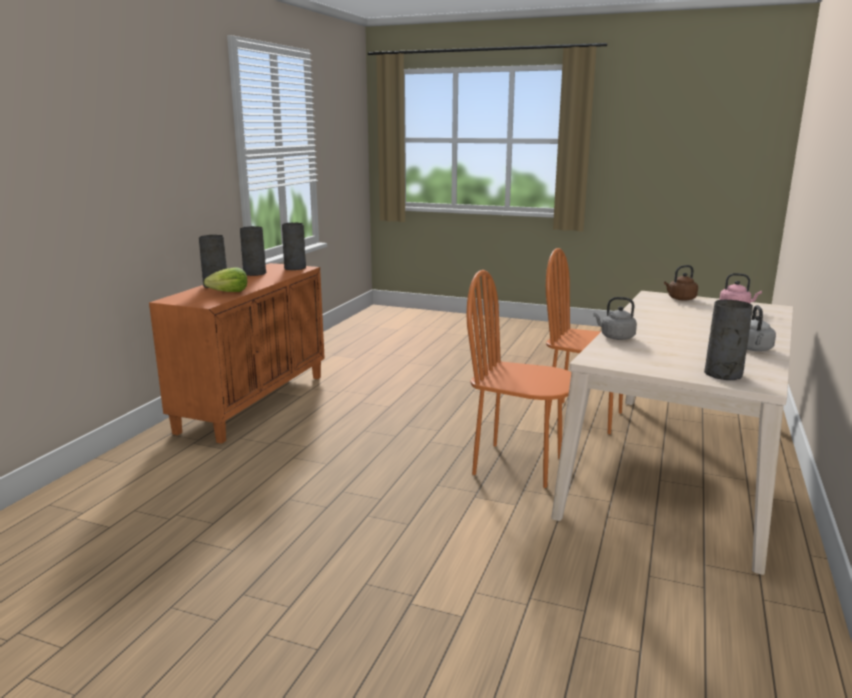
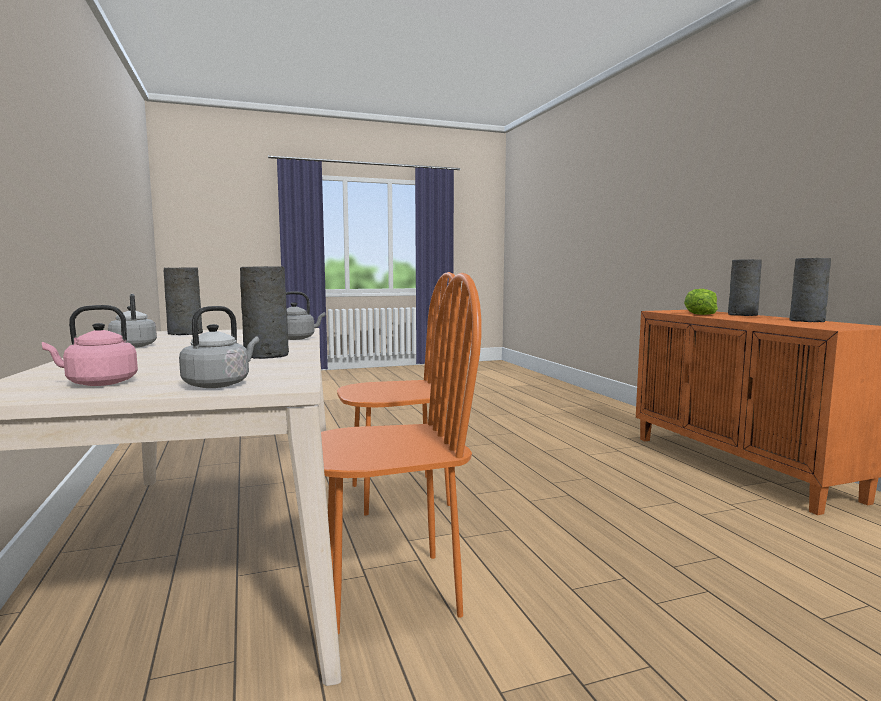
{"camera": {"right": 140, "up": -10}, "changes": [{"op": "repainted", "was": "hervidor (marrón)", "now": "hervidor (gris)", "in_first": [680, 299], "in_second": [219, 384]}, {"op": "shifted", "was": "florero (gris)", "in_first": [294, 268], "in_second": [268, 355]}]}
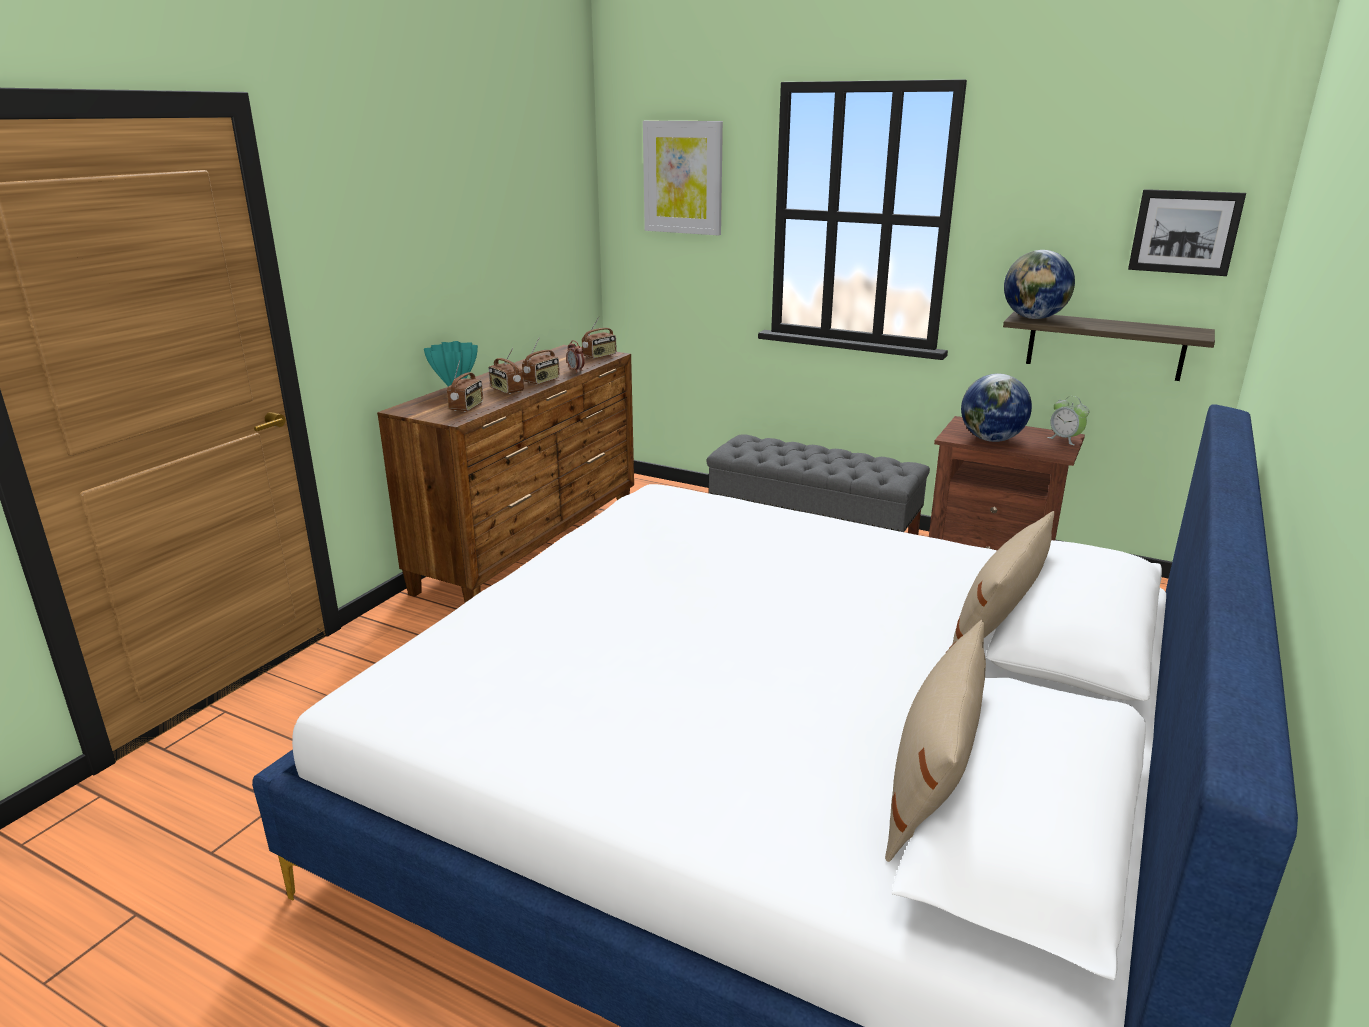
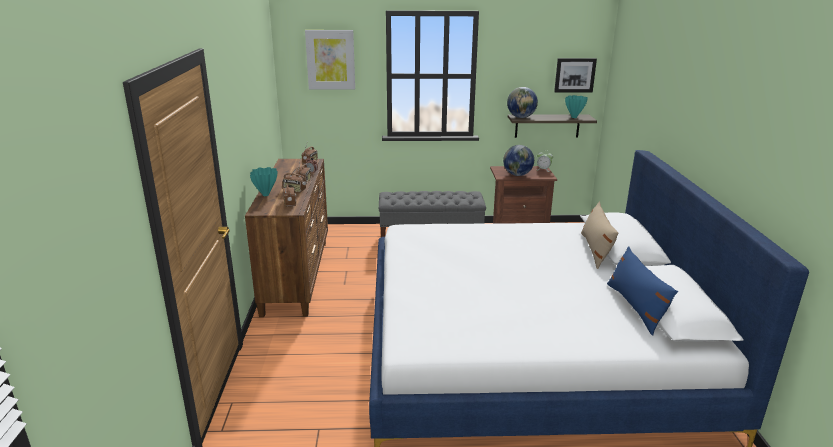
{"camera": {"right": -30, "up": 0}, "changes": [{"op": "new", "now": "florero (turquesa)", "in_second": [574, 117]}, {"op": "repainted", "was": "cojín (beis)", "now": "cojín (azul)", "in_first": [933, 778], "in_second": [636, 307]}]}
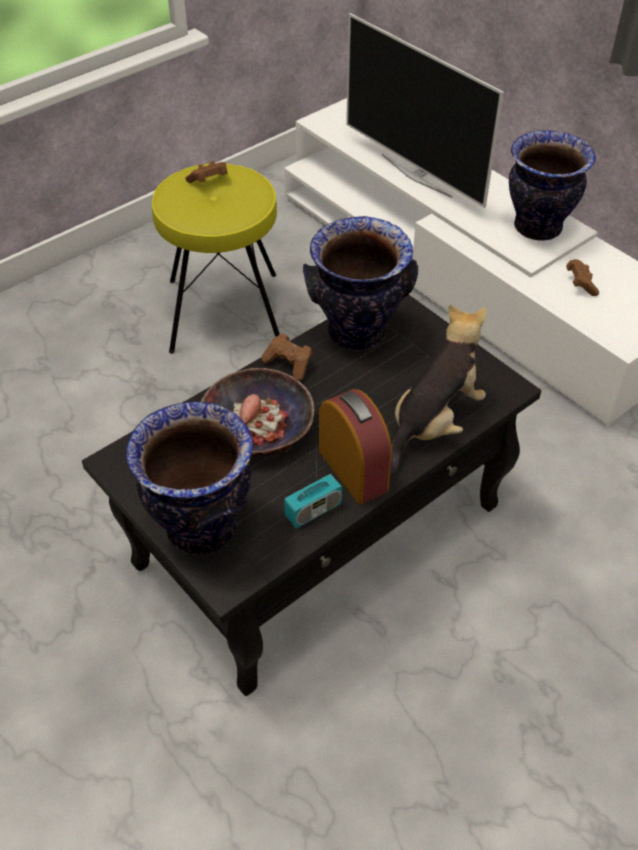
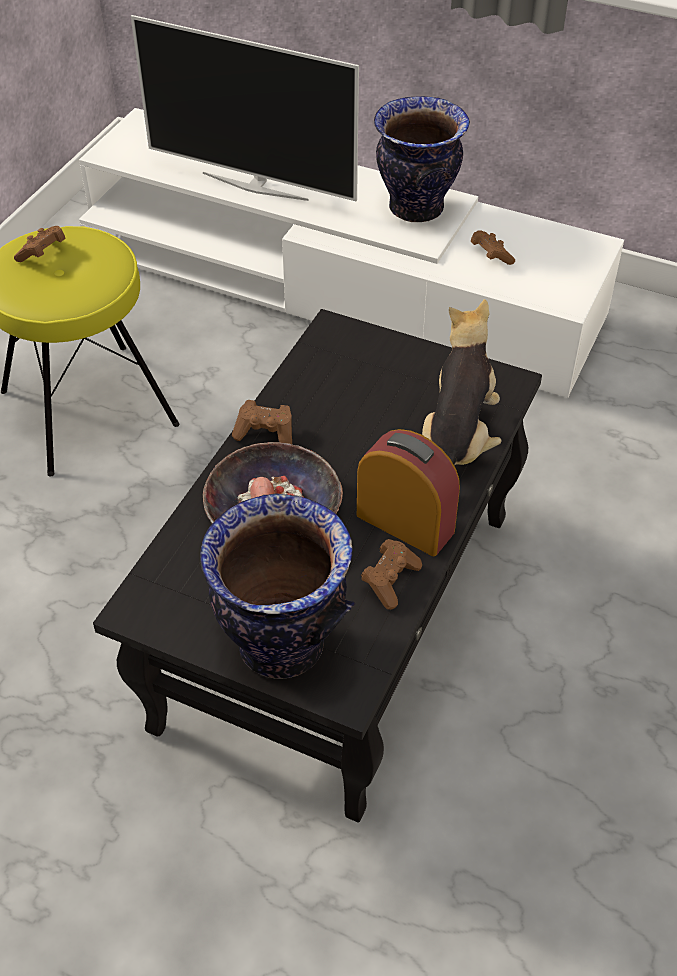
{"camera": {"right": -25, "up": 0}, "changes": [{"op": "swapped", "was": "radio", "now": "mando de consola (marrón)", "in_first": [313, 510], "in_second": [390, 581]}, {"op": "gone", "was": "florero", "in_first": [357, 333]}]}
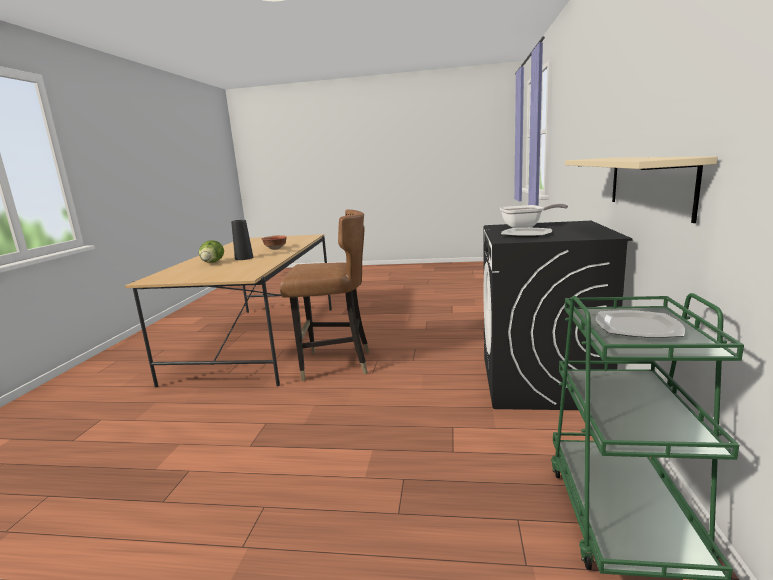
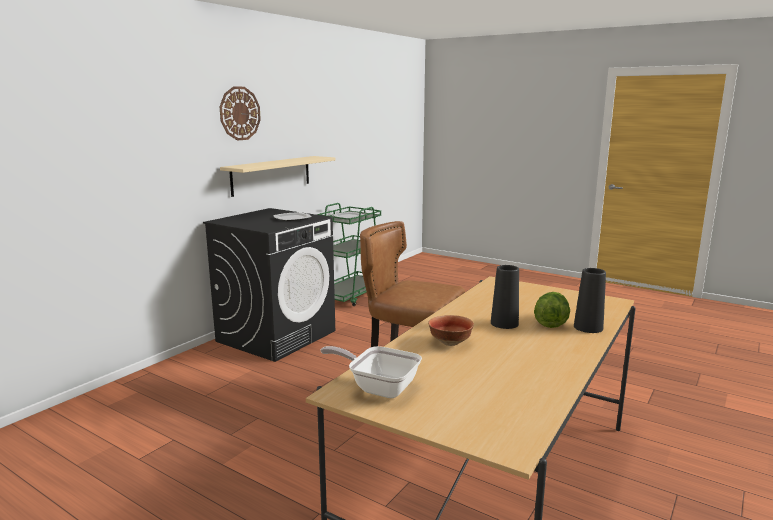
{"camera": {"right": -155, "up": 0}, "changes": [{"op": "new", "now": "reloj de pared", "in_second": [239, 113]}, {"op": "shifted", "was": "sartén", "in_first": [525, 226], "in_second": [378, 387]}, {"op": "new", "now": "florero (negro)", "in_second": [588, 327]}]}
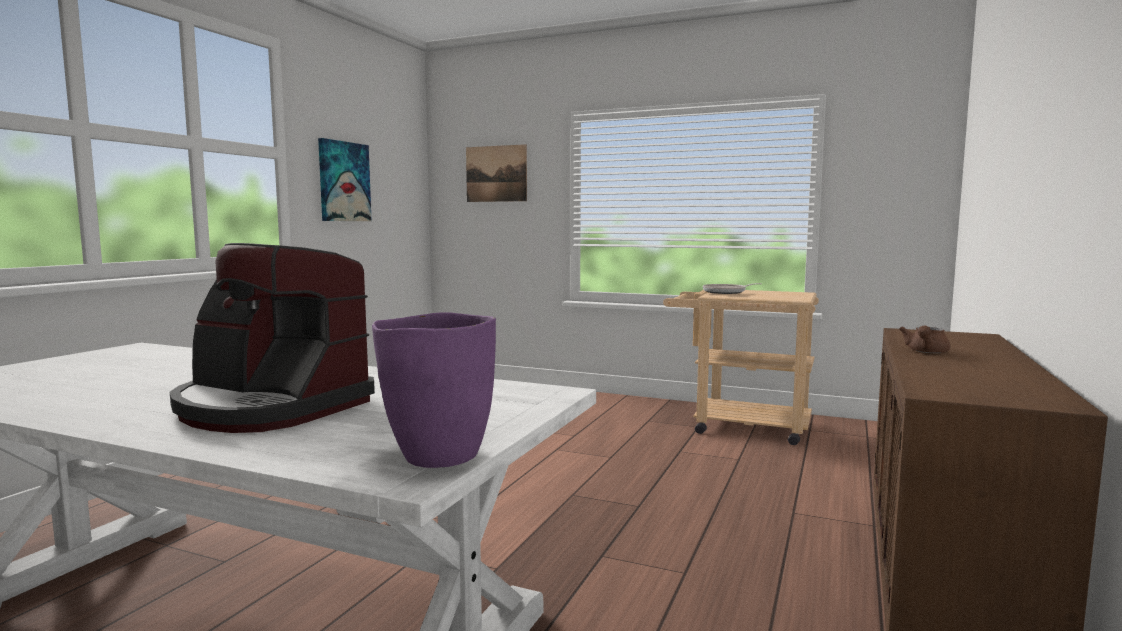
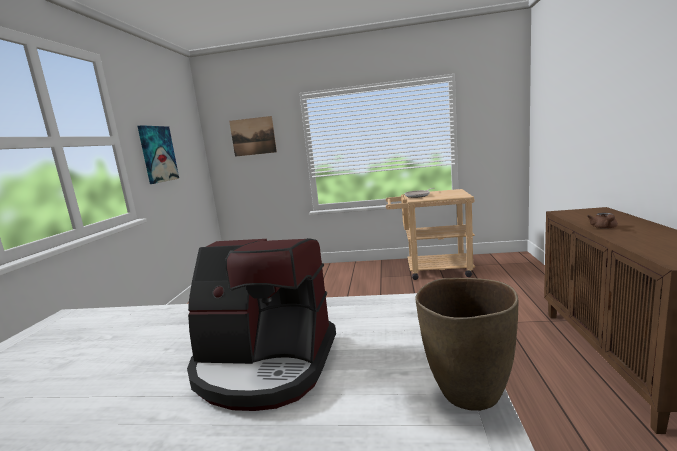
{"camera": {"right": -15, "up": 5}, "changes": [{"op": "repainted", "was": "florero (morado)", "now": "florero (marrón)", "in_first": [438, 456], "in_second": [468, 393]}]}
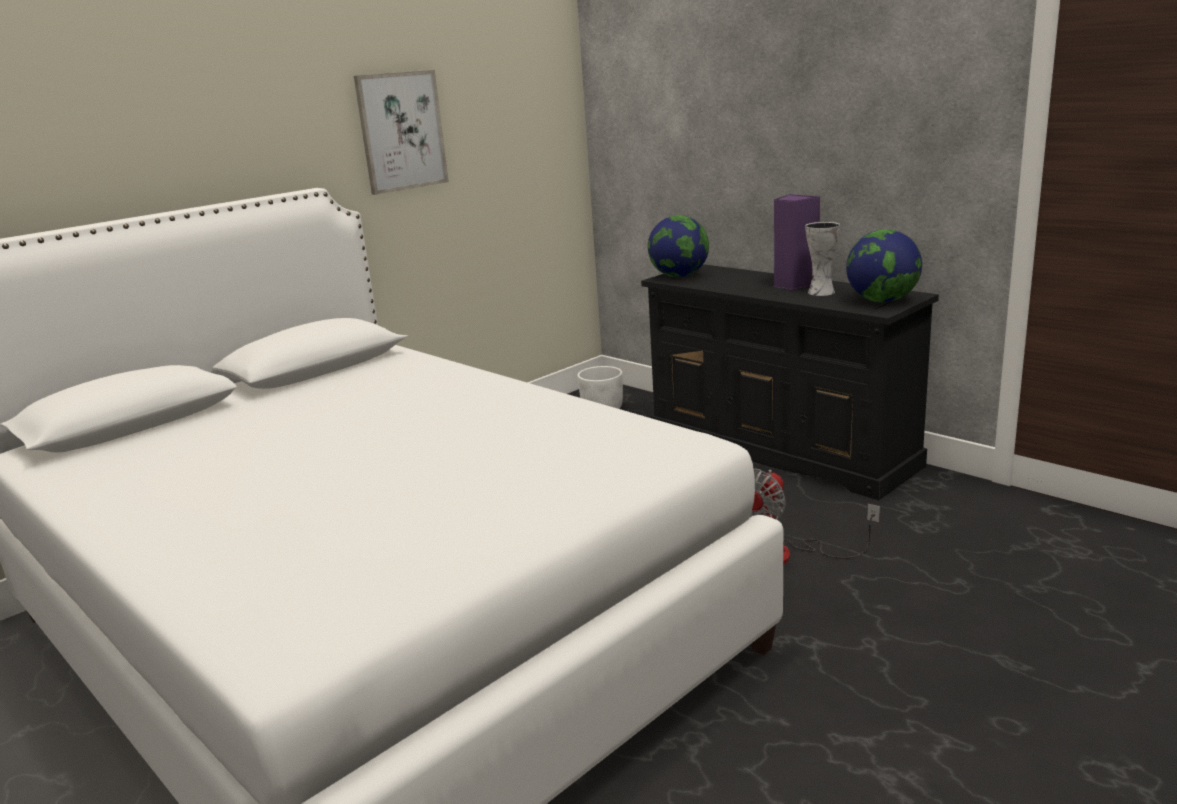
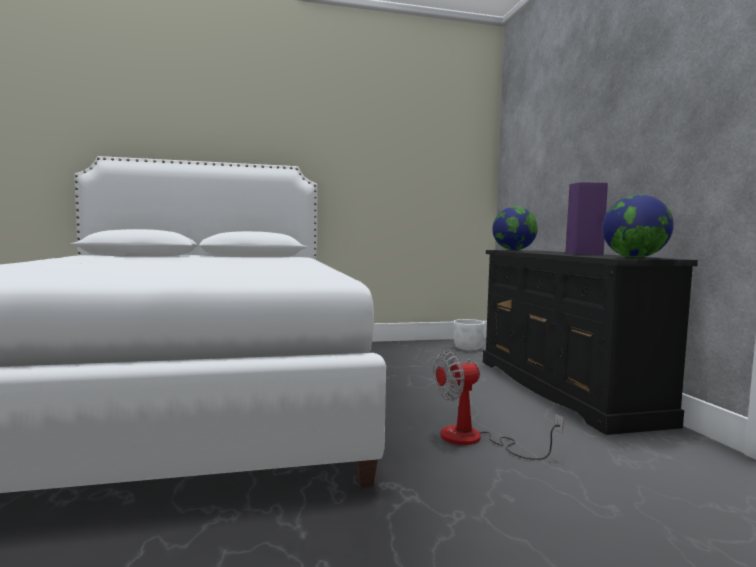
{"camera": {"right": 30, "up": -15}, "changes": [{"op": "gone", "was": "cuadro", "in_first": [401, 131]}, {"op": "gone", "was": "florero", "in_first": [820, 292]}]}
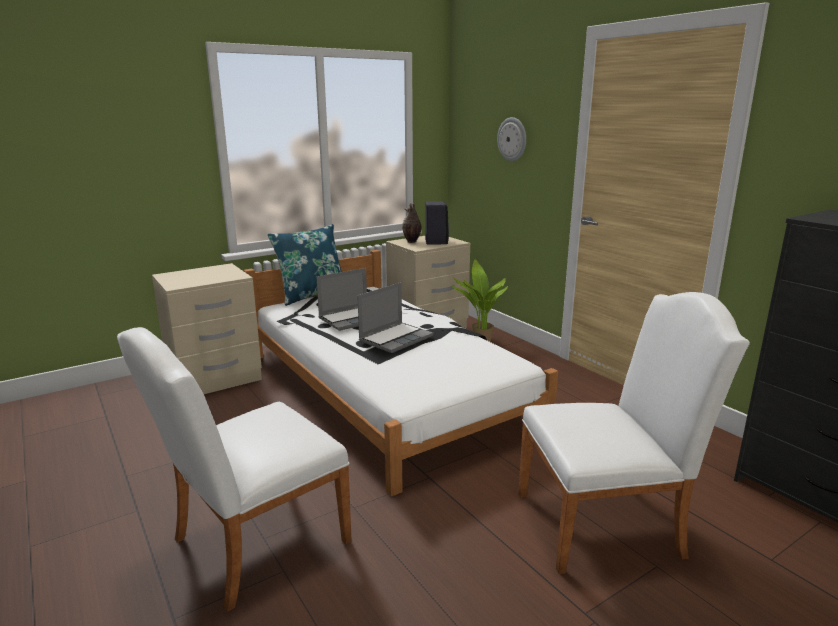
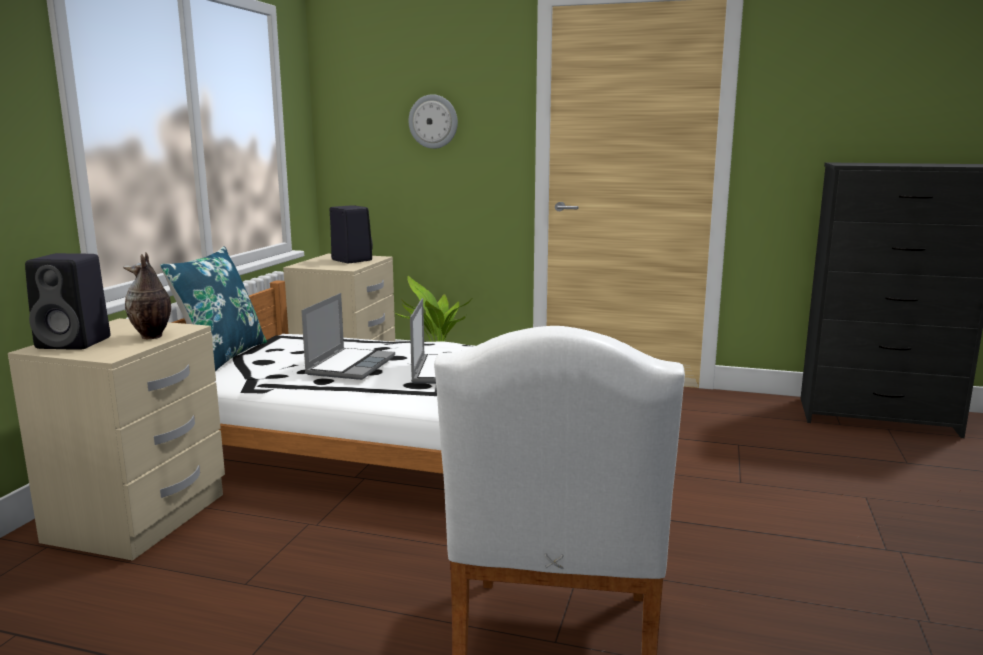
{"camera": {"right": -40, "up": -5}, "changes": [{"op": "new", "now": "altavoz (negro)", "in_second": [76, 343]}, {"op": "shifted", "was": "florero", "in_first": [411, 241], "in_second": [152, 336]}, {"op": "gone", "was": "silla (blanco)", "in_first": [608, 522]}]}
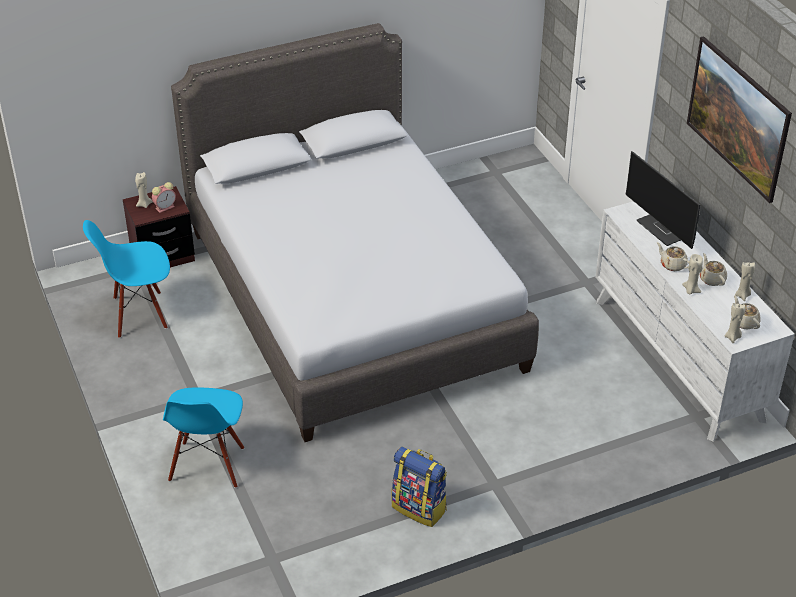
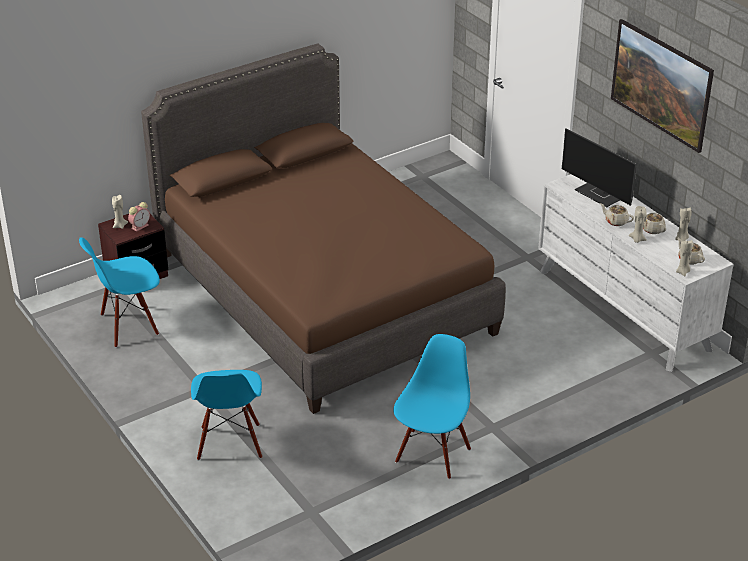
{"camera": {"right": -10, "up": -5}, "changes": [{"op": "repainted", "was": "cama (gris)", "now": "cama (marrón)", "in_first": [352, 299], "in_second": [323, 293]}, {"op": "swapped", "was": "mochila", "now": "silla (azul)", "in_first": [420, 508], "in_second": [432, 454]}]}
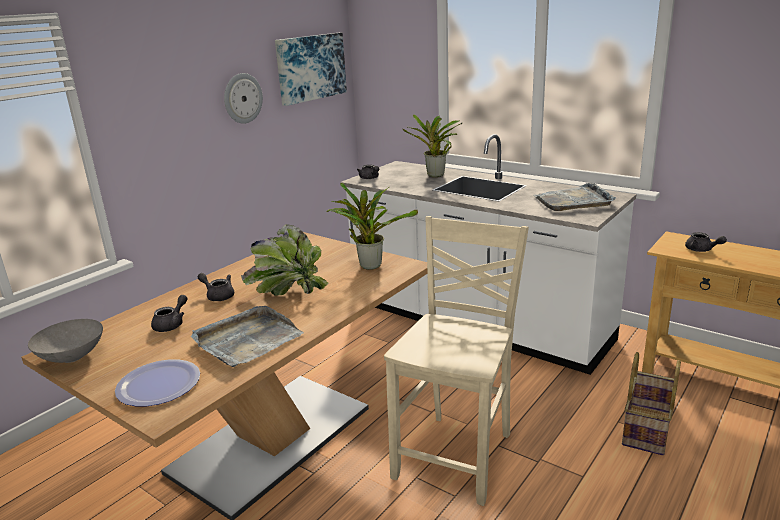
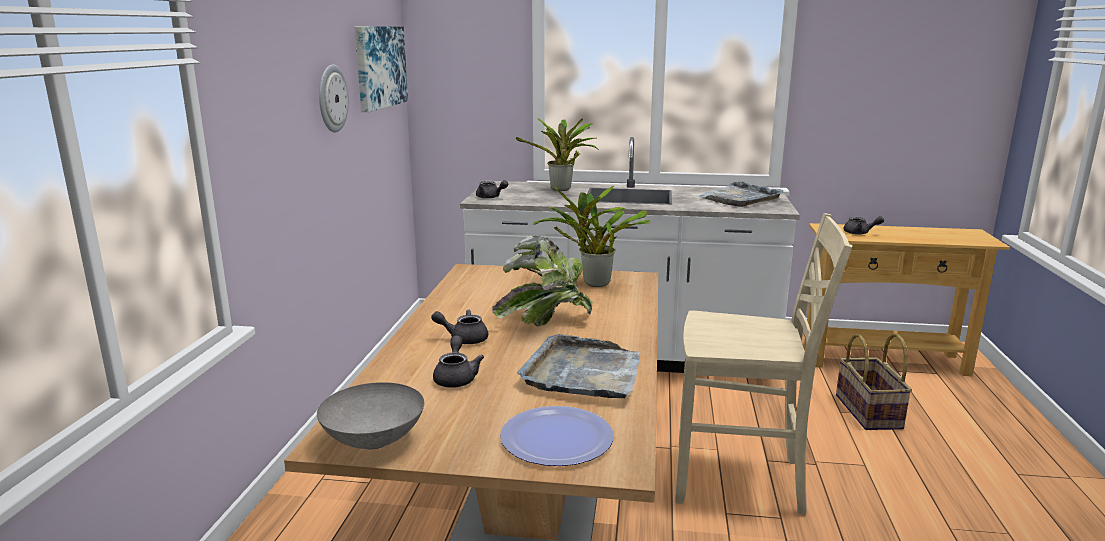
{"camera": {"right": -30, "up": -5}, "changes": [{"op": "rotated", "was": "silla (beis)", "in_first": [457, 455], "in_second": [741, 480], "clockwise": 105}]}
